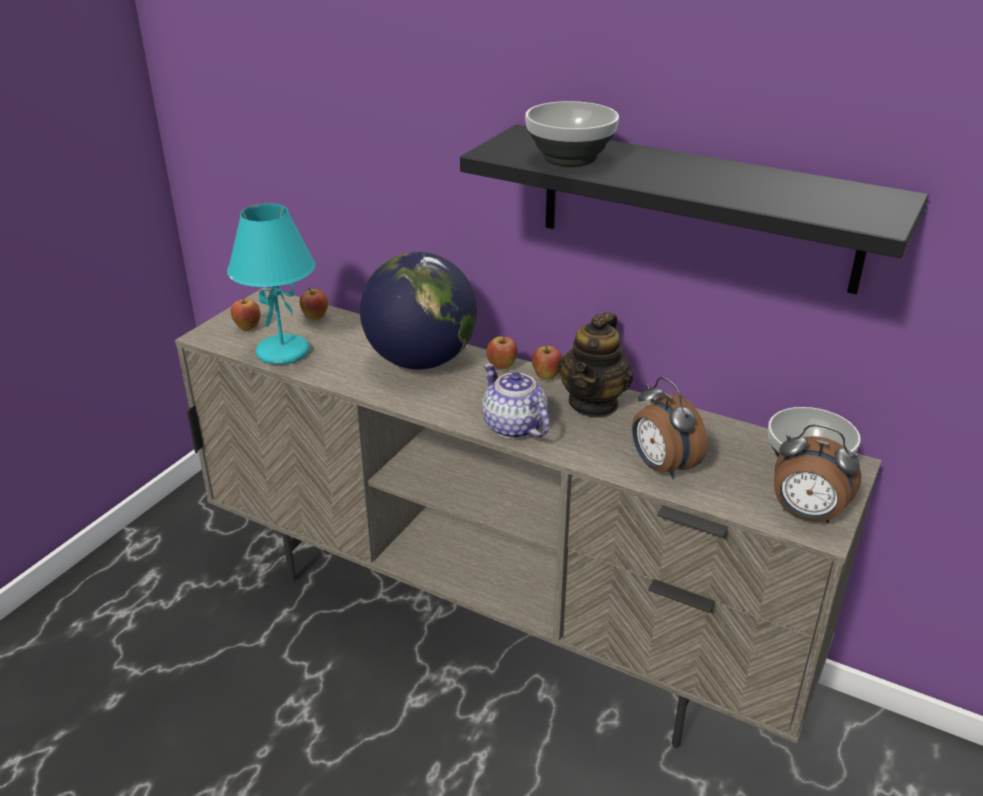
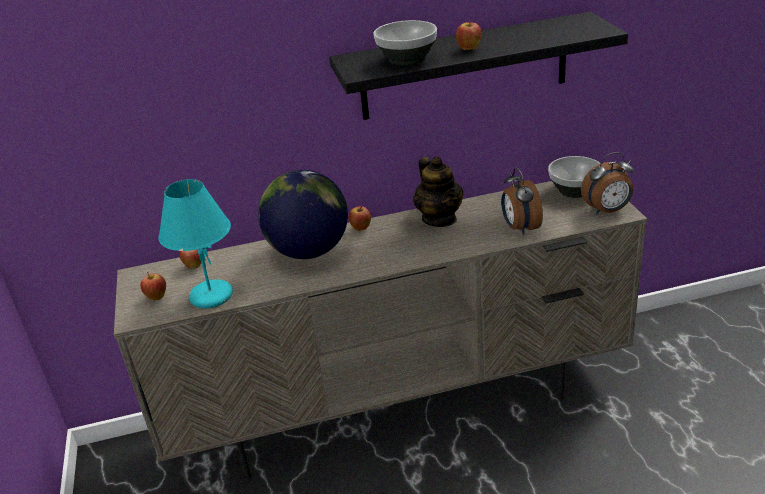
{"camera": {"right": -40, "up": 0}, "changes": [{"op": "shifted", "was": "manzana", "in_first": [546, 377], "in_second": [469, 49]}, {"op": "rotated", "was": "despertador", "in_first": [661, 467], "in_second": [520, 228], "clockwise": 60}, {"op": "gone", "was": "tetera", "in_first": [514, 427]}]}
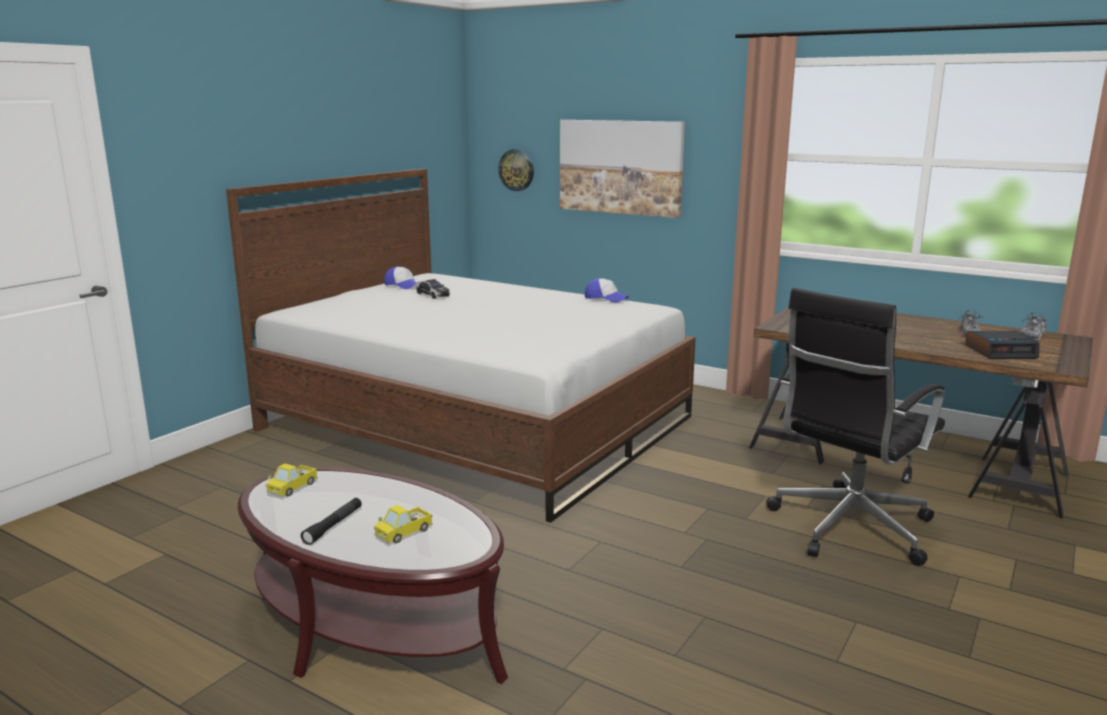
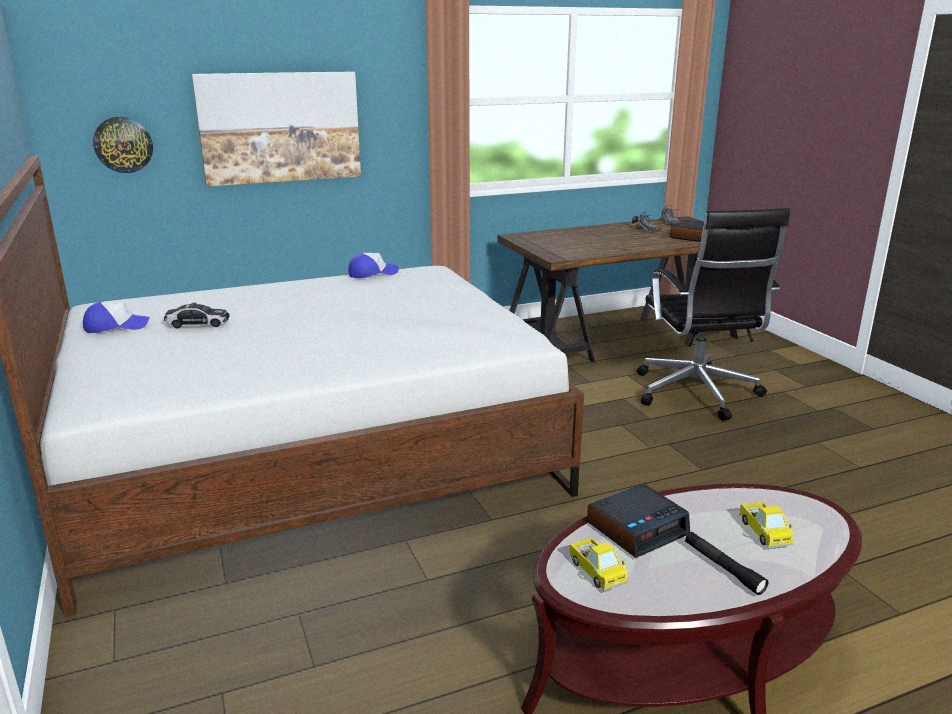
{"camera": {"right": -55, "up": 5}, "changes": [{"op": "new", "now": "despertador", "in_second": [637, 528]}]}
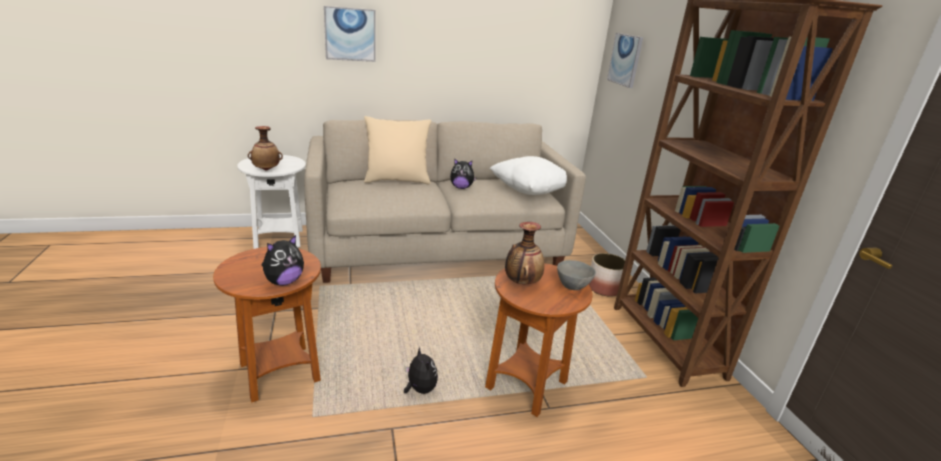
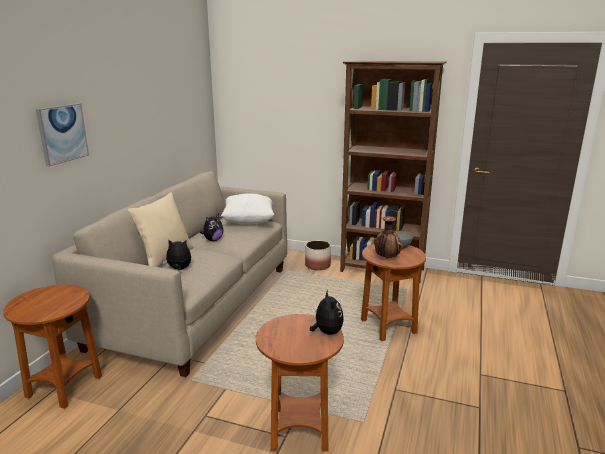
{"camera": {"right": -55, "up": -5}, "changes": [{"op": "repainted", "was": "mesa auxiliar (blanco)", "now": "mesa auxiliar (marrón)", "in_first": [279, 239], "in_second": [64, 387]}, {"op": "shifted", "was": "peluche", "in_first": [420, 389], "in_second": [179, 269]}, {"op": "gone", "was": "florero", "in_first": [266, 170]}, {"op": "gone", "was": "cuadro", "in_first": [625, 60]}]}
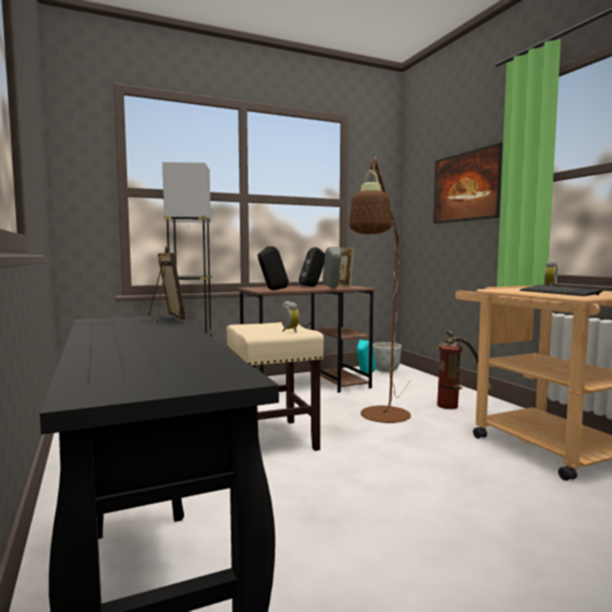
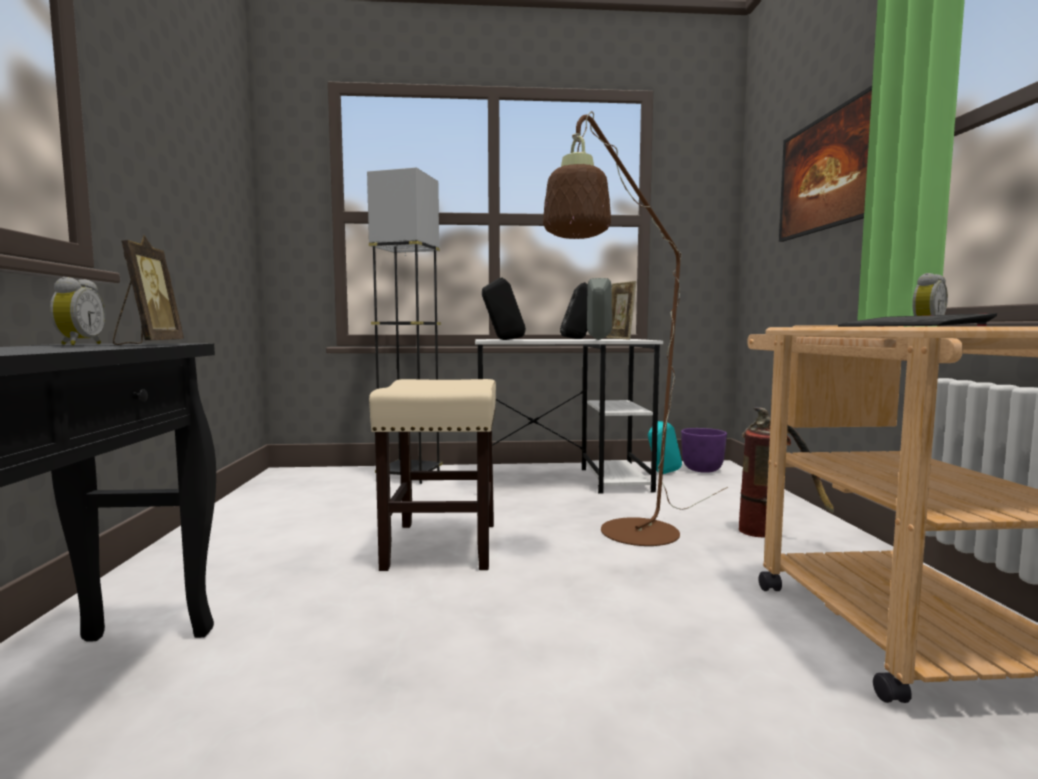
{"camera": {"right": 20, "up": 0}, "changes": [{"op": "shifted", "was": "despertador", "in_first": [288, 331], "in_second": [77, 344]}, {"op": "repainted", "was": "escritorio (marrón)", "now": "escritorio (blanco)", "in_first": [306, 386], "in_second": [563, 481]}, {"op": "repainted", "was": "maceta (gris)", "now": "maceta (morado)", "in_first": [386, 370], "in_second": [702, 469]}]}
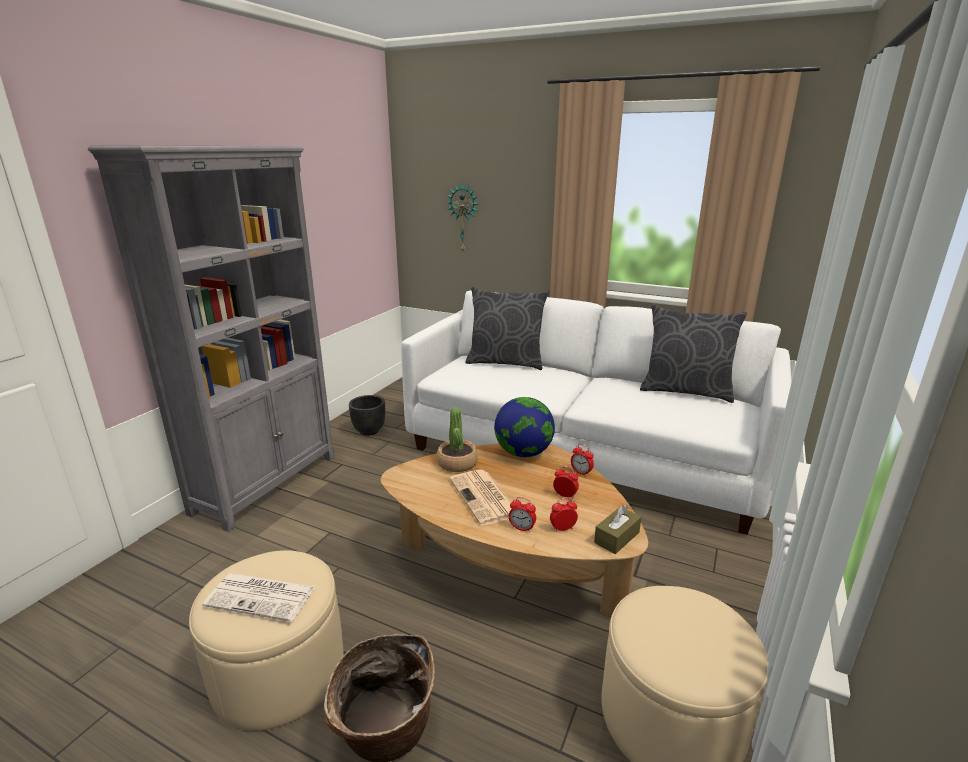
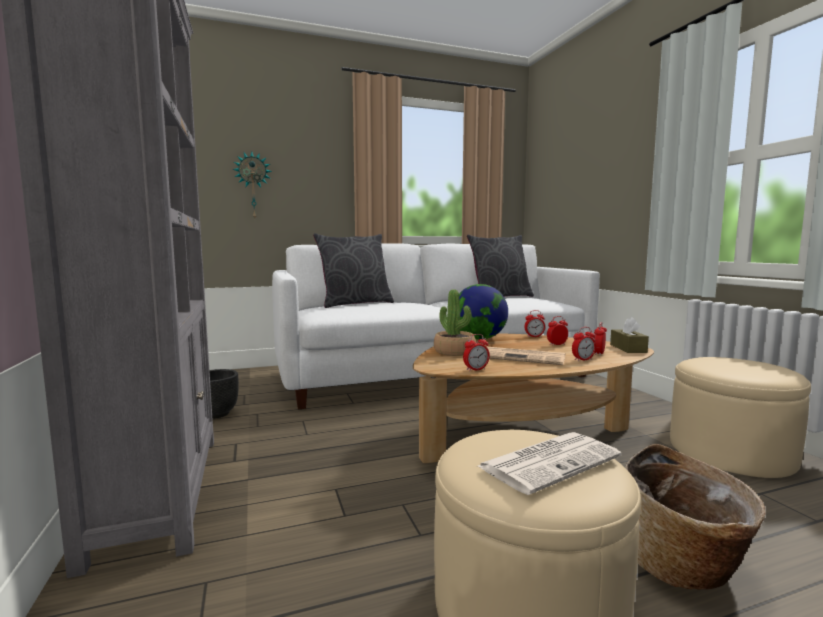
{"camera": {"right": -45, "up": -15}, "changes": [{"op": "new", "now": "despertador", "in_second": [476, 369]}]}
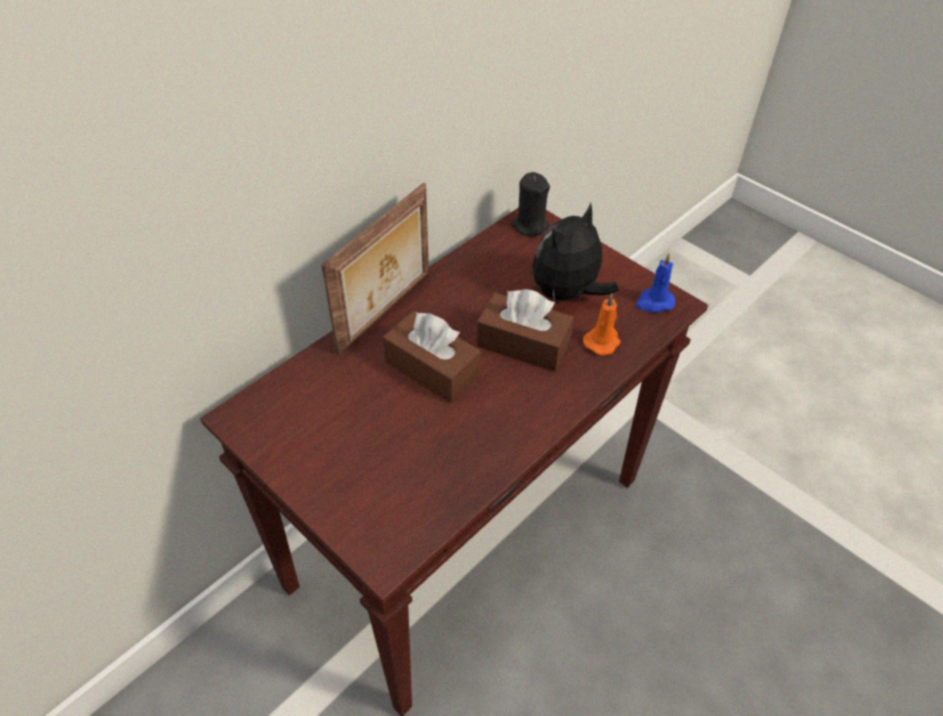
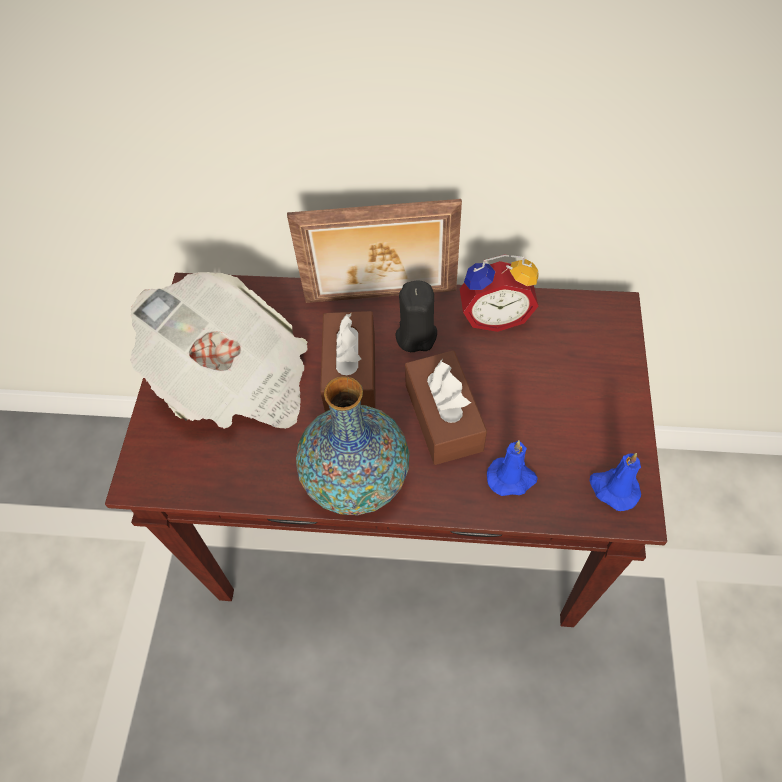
{"camera": {"right": 55, "up": 10}, "changes": [{"op": "new", "now": "periódico", "in_second": [236, 379]}, {"op": "new", "now": "florero", "in_second": [356, 479]}, {"op": "shifted", "was": "vela (negro)", "in_first": [529, 225], "in_second": [416, 335]}, {"op": "new", "now": "despertador", "in_second": [494, 315]}, {"op": "repainted", "was": "vela (naranja)", "now": "vela (azul)", "in_first": [602, 341], "in_second": [512, 478]}, {"op": "gone", "was": "peluche", "in_first": [567, 293]}]}
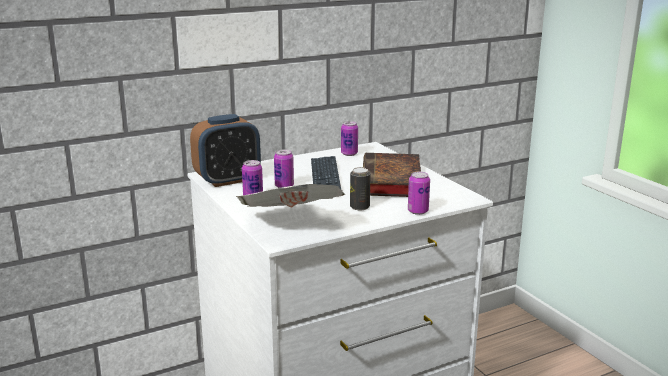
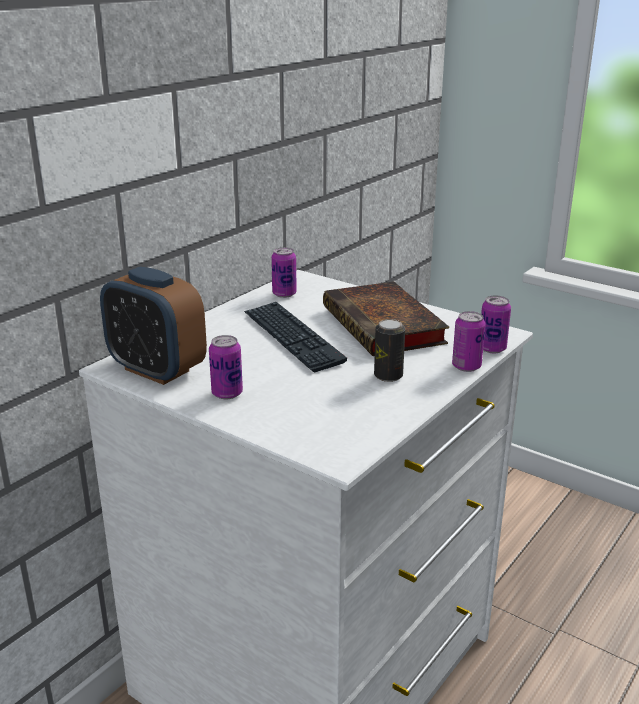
{"camera": {"right": -25, "up": 5}, "changes": [{"op": "rotated", "was": "despertador", "in_first": [227, 180], "in_second": [157, 370], "clockwise": 90}, {"op": "shifted", "was": "lata", "in_first": [284, 186], "in_second": [492, 348]}, {"op": "gone", "was": "periódico", "in_first": [291, 224]}]}
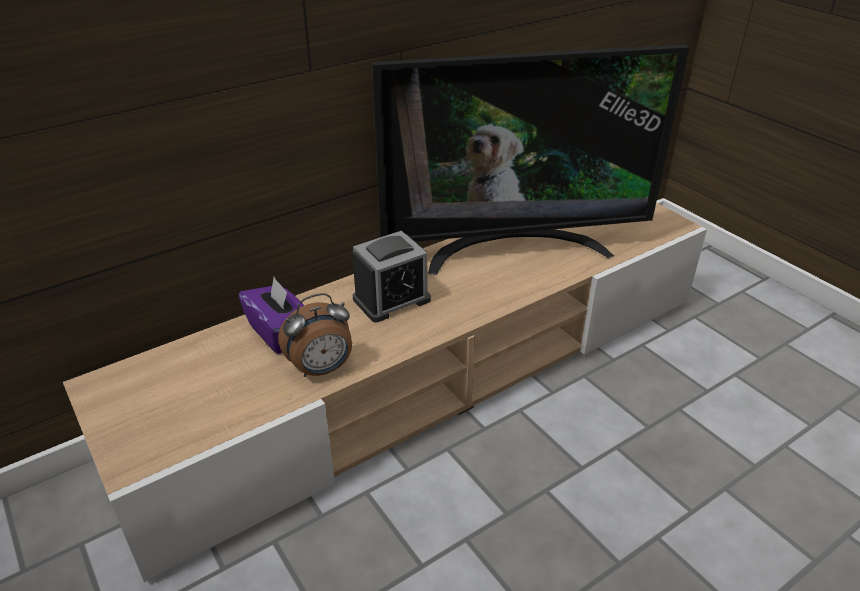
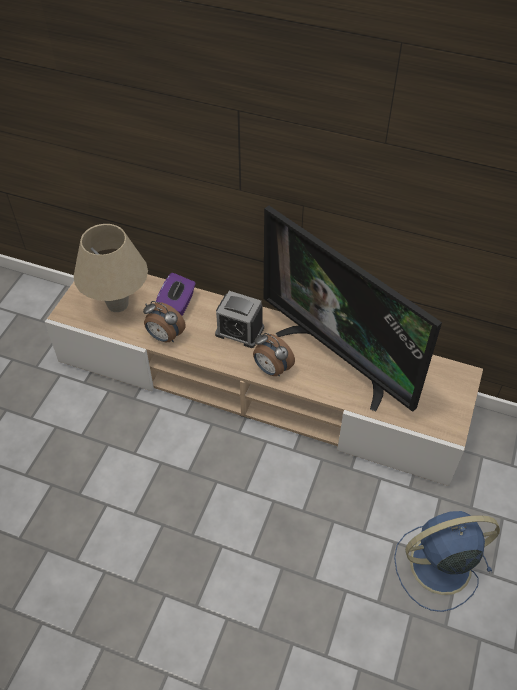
{"camera": {"right": 55, "up": 15}, "changes": [{"op": "new", "now": "lámpara de mesa (beis)", "in_second": [118, 304]}, {"op": "new", "now": "despertador", "in_second": [271, 369]}, {"op": "new", "now": "ventilador (azul)", "in_second": [437, 565]}]}
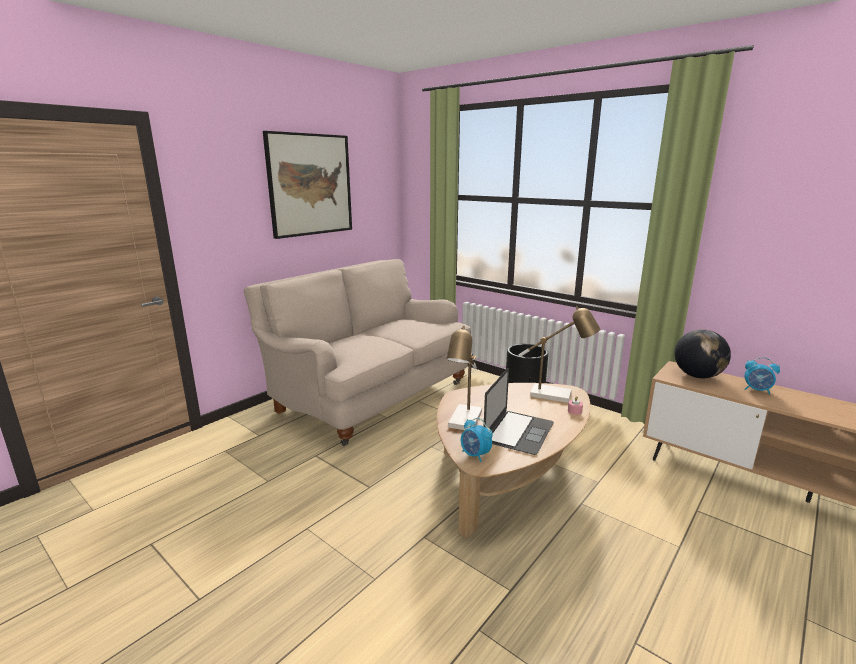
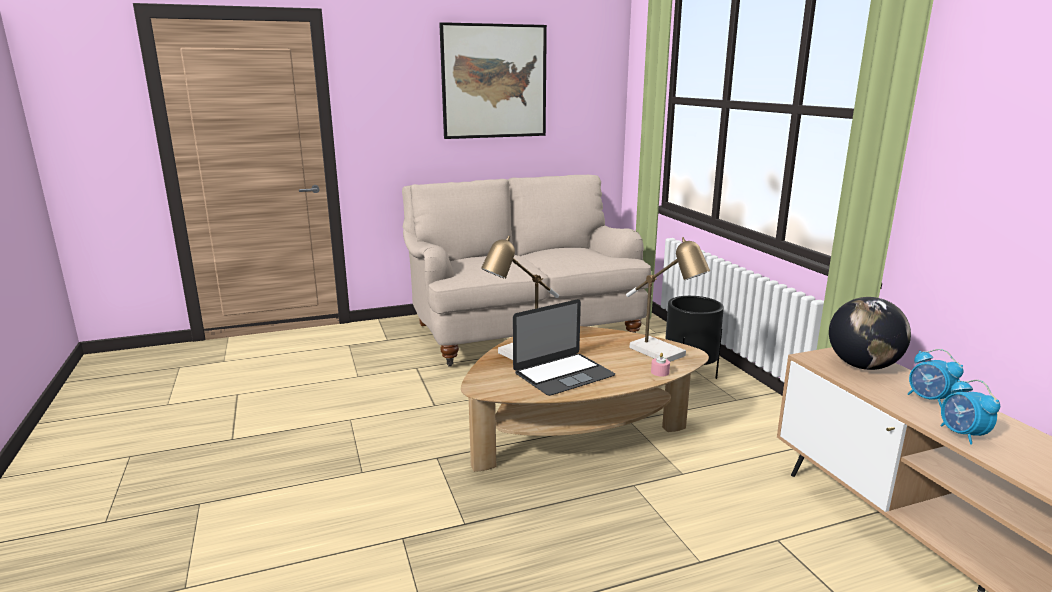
{"camera": {"right": 30, "up": 0}, "changes": [{"op": "shifted", "was": "despertador", "in_first": [475, 455], "in_second": [962, 434]}]}
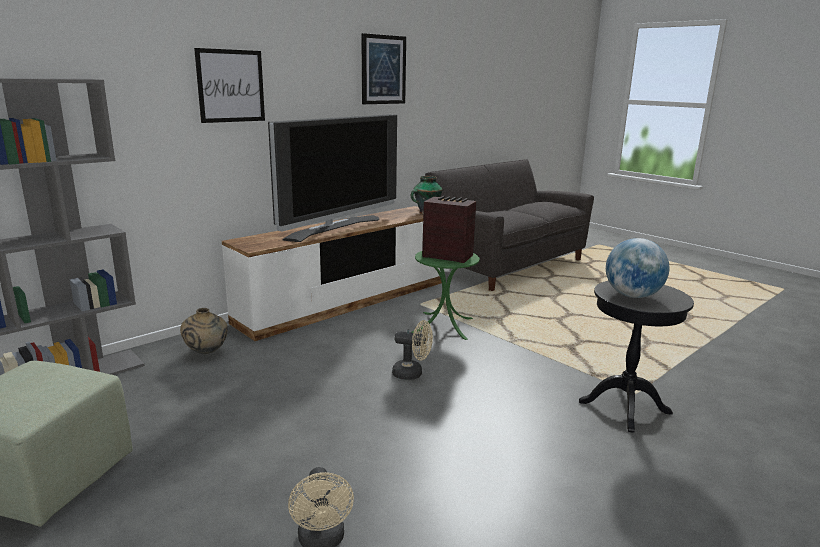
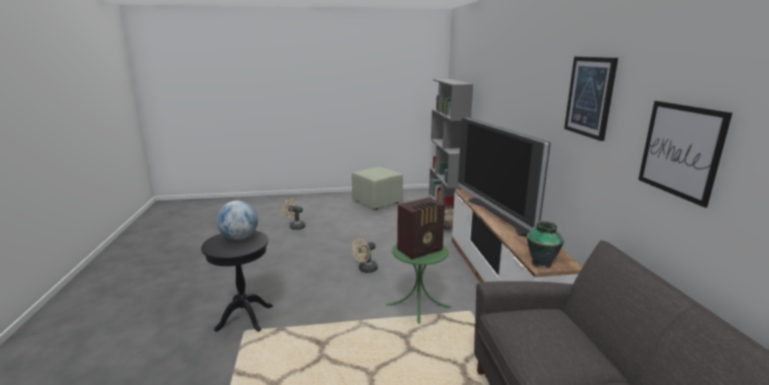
{"camera": {"right": 125, "up": 0}, "changes": [{"op": "shifted", "was": "cuadro", "in_first": [231, 86], "in_second": [680, 150]}]}
